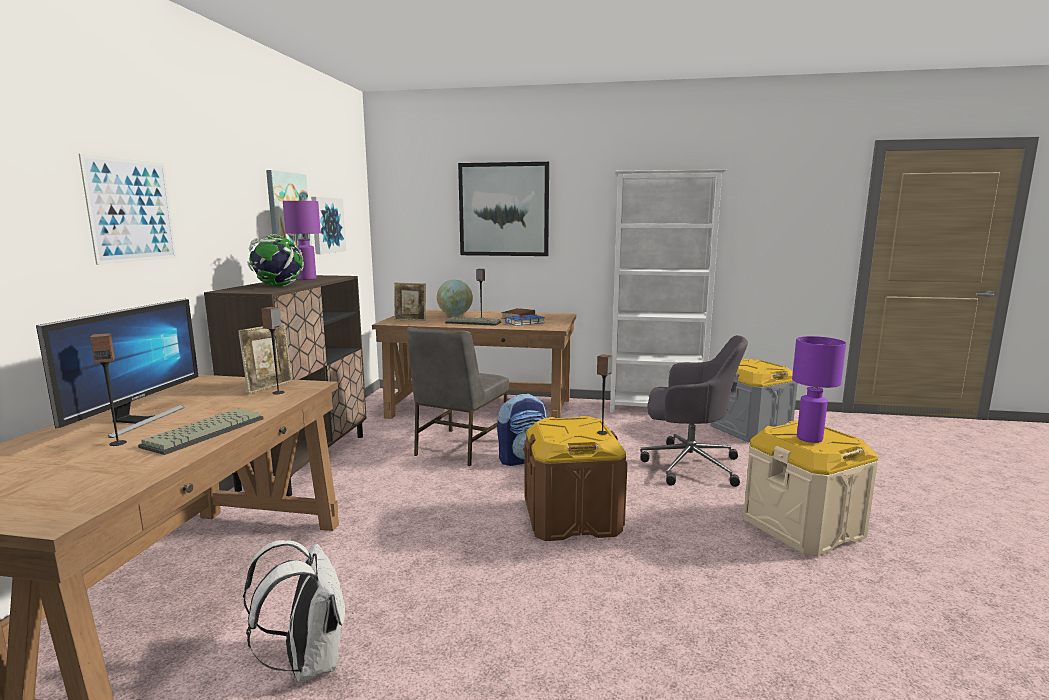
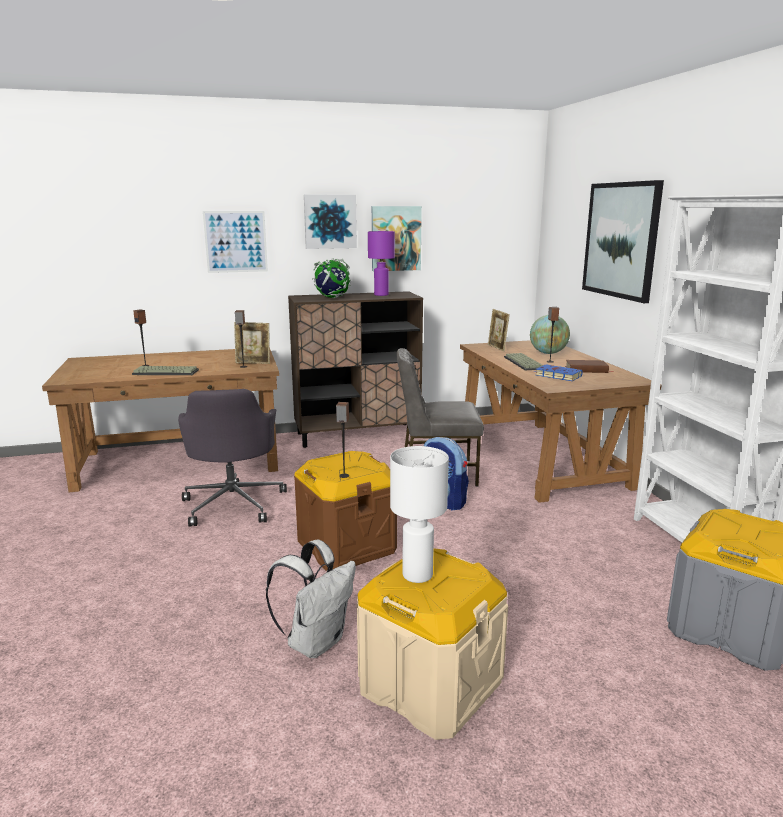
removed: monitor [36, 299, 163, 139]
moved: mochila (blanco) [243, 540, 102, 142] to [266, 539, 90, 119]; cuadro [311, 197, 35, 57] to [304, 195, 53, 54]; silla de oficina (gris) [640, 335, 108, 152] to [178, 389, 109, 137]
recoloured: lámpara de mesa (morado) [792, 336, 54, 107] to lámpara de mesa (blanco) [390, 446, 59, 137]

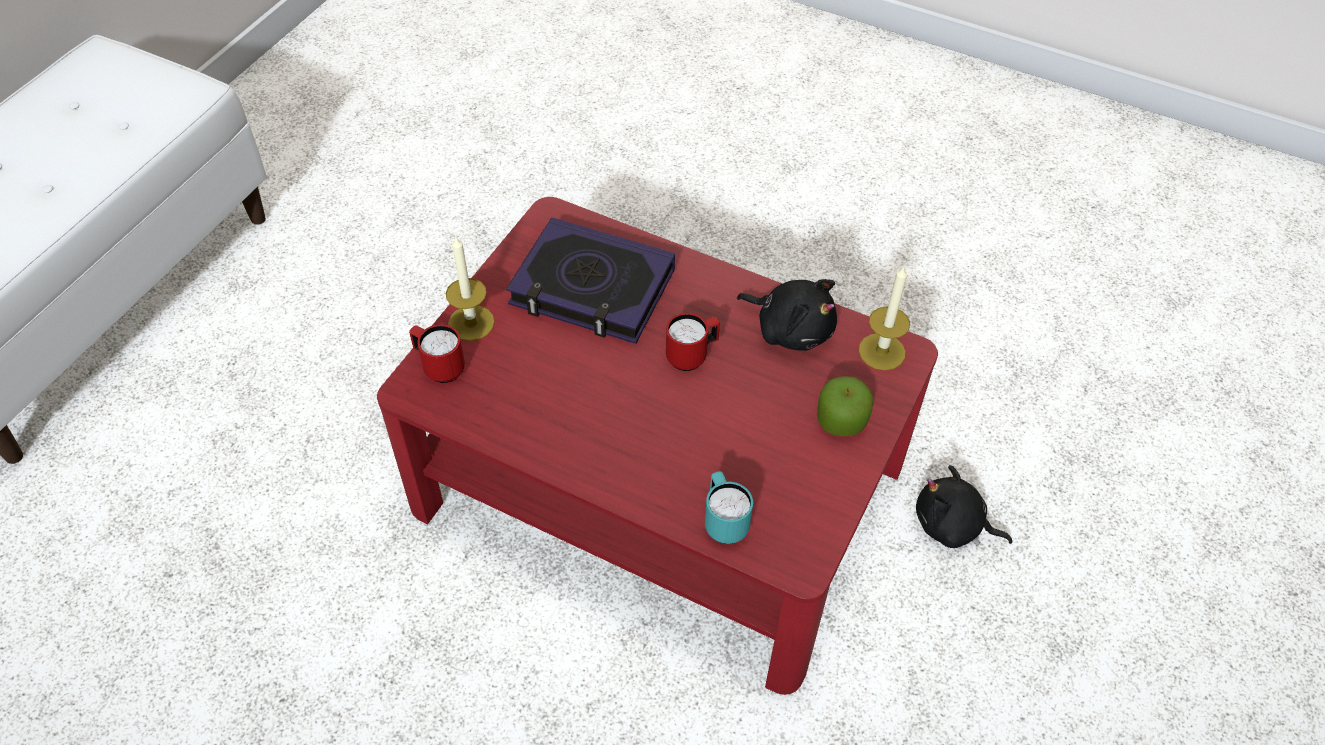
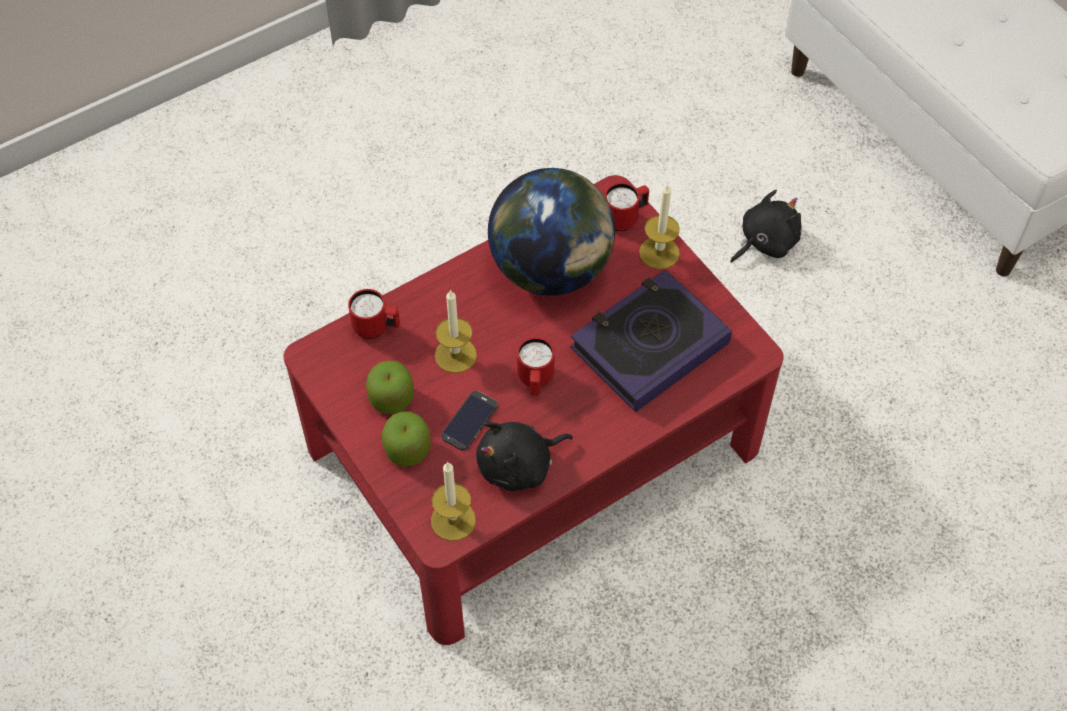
added: manzana [366, 360, 48, 54]; vela [435, 289, 42, 84]; móvil [441, 391, 57, 59]; globo terráqueo [488, 168, 127, 128]
moved: peluche (negro) [916, 465, 97, 83] to [730, 190, 72, 73]
recoloured: taza grande (turquesa) [705, 471, 48, 73] to taza grande (rojo) [348, 289, 52, 50]

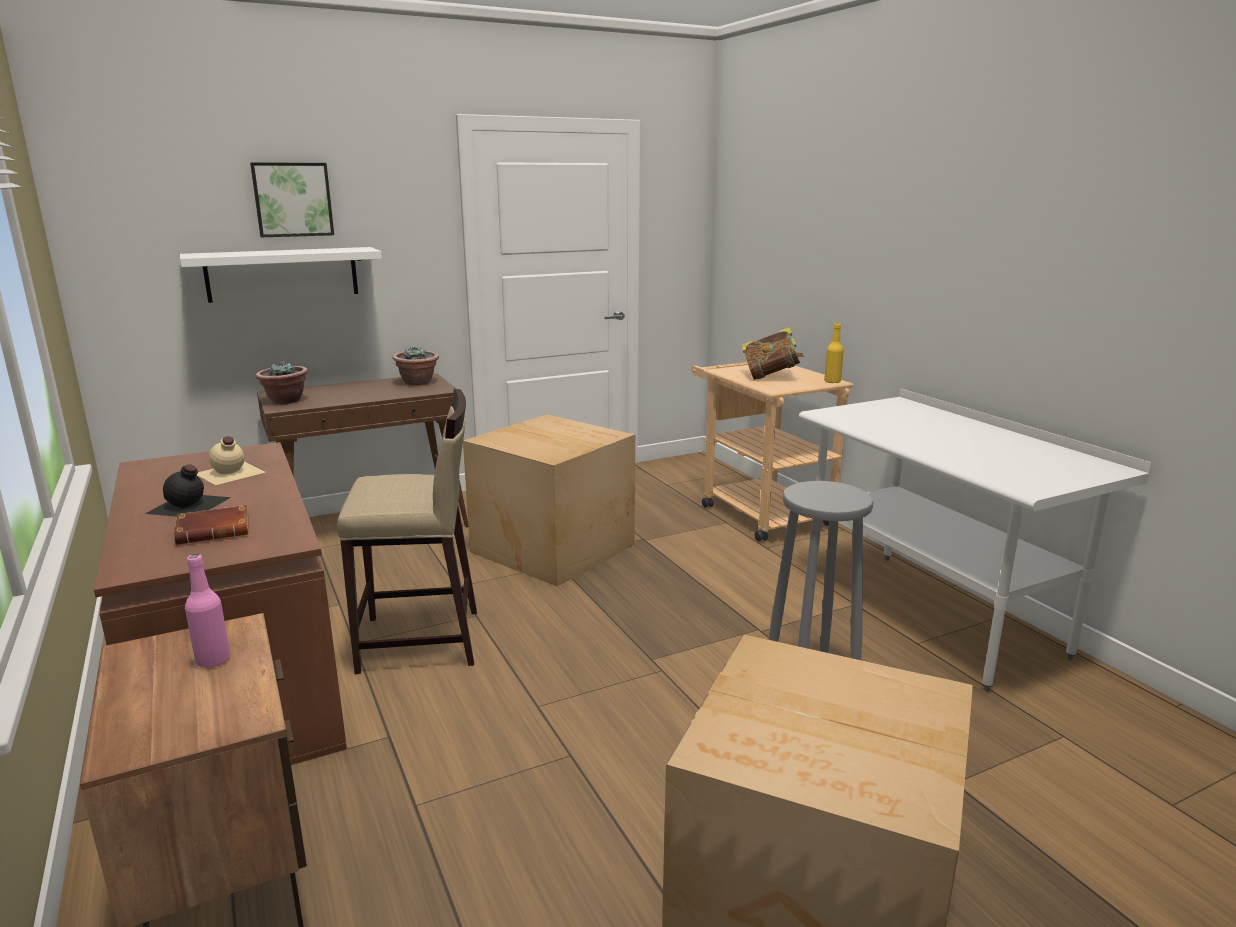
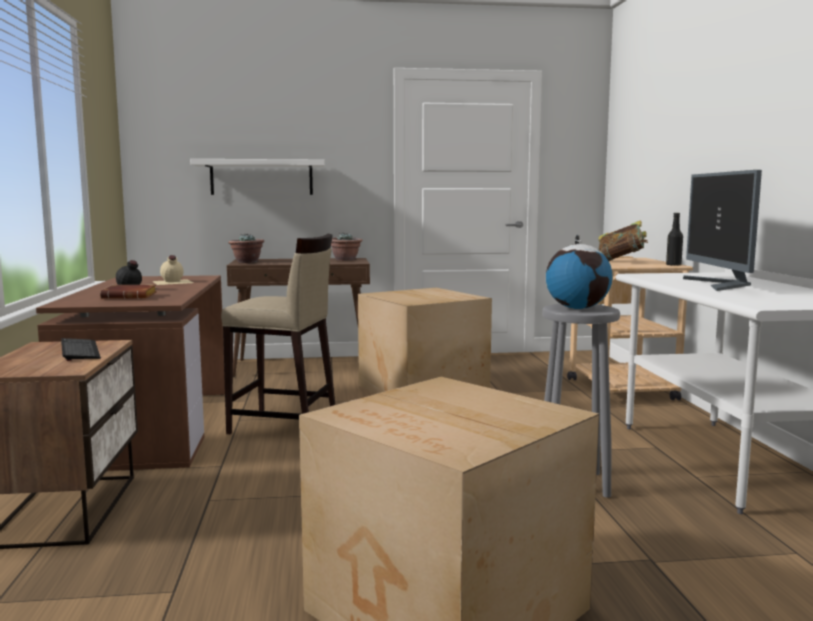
removed: cuadro [250, 162, 84, 75]
added: globo terráqueo [546, 235, 67, 74]; monitor [683, 170, 79, 121]
replaced: botella (rosa) [185, 554, 45, 114] to teclado [61, 338, 40, 23]
recoloured: botella (amarillo) [824, 323, 20, 60] to botella (negro) [666, 213, 17, 53]

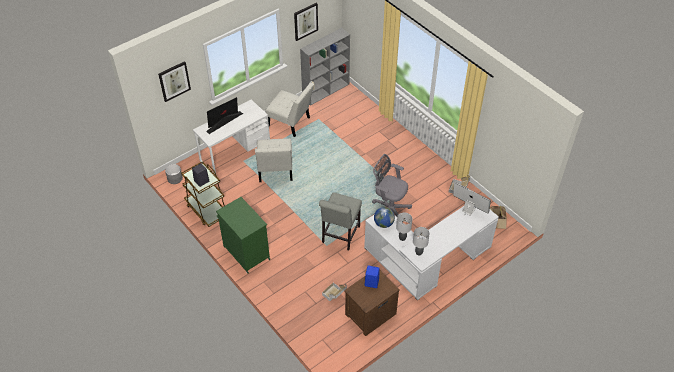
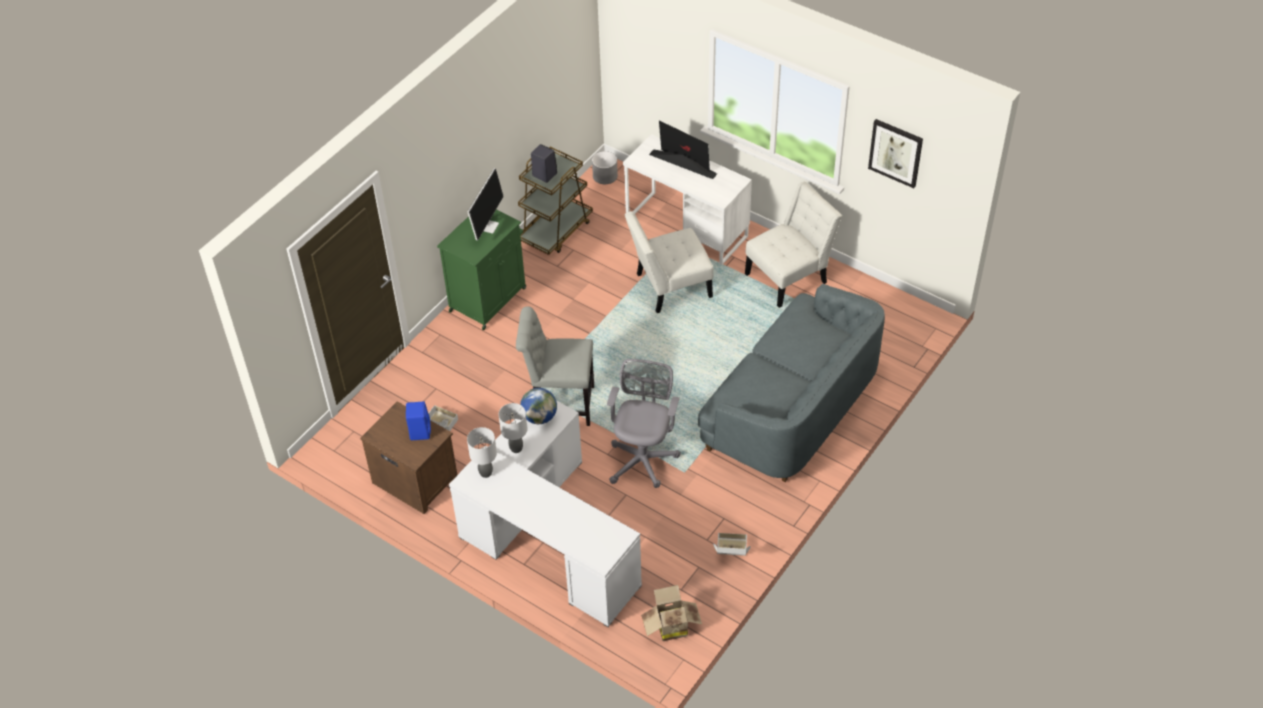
removed: cuadro [158, 61, 33, 41]; estantería (gris) [300, 28, 50, 78]
added: sofá (gris) [698, 284, 187, 198]
moved: monitor [453, 182, 38, 34] to [468, 168, 36, 72]
turned: silla (blanco) [266, 82, 48, 55] = [745, 182, 97, 126] 135 degrees counterclockwise

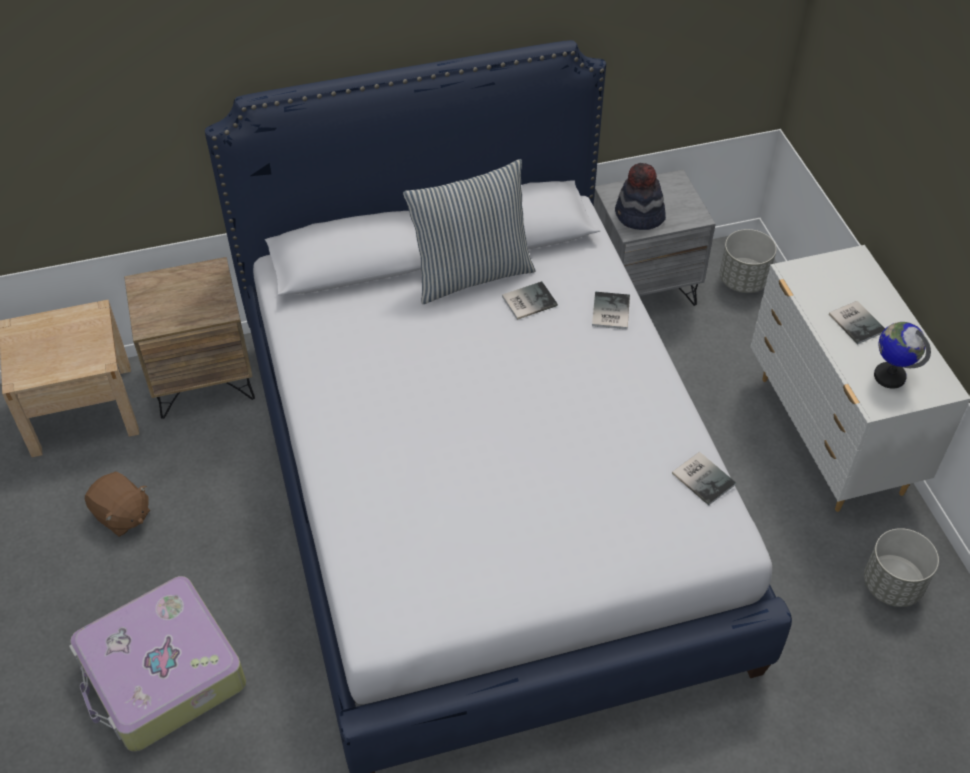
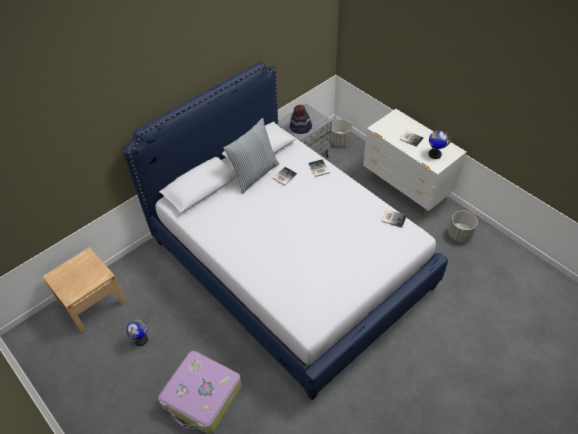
removed: mesita de noche (marrón) [124, 257, 131, 162]
replaced: peluche (marrón) [85, 472, 65, 65] to globo terráqueo [126, 319, 22, 27]

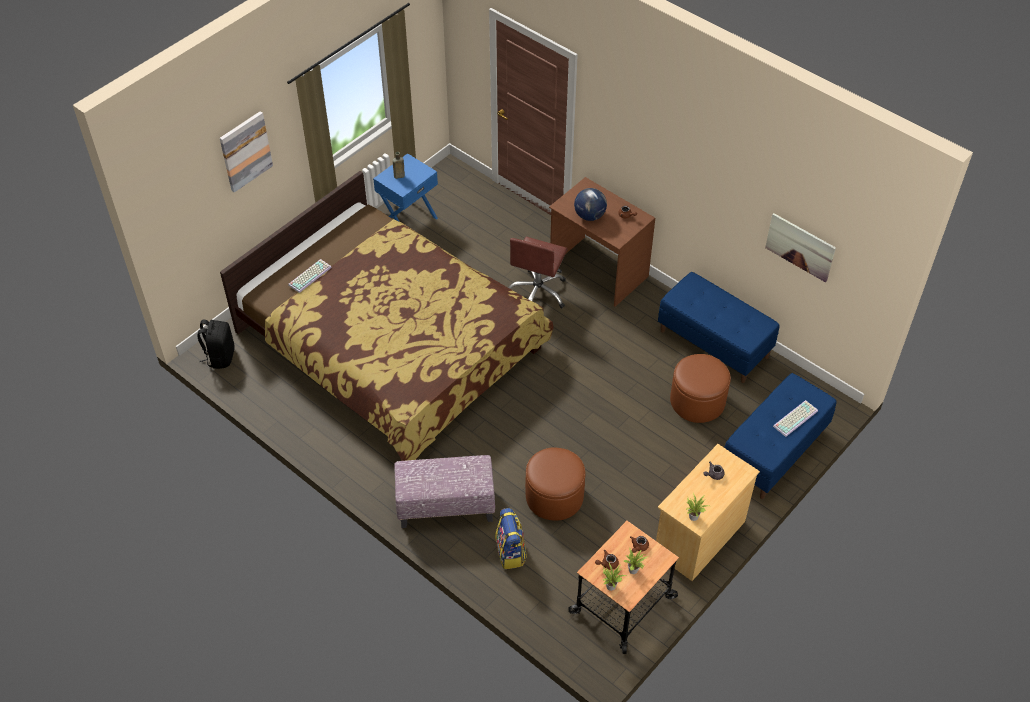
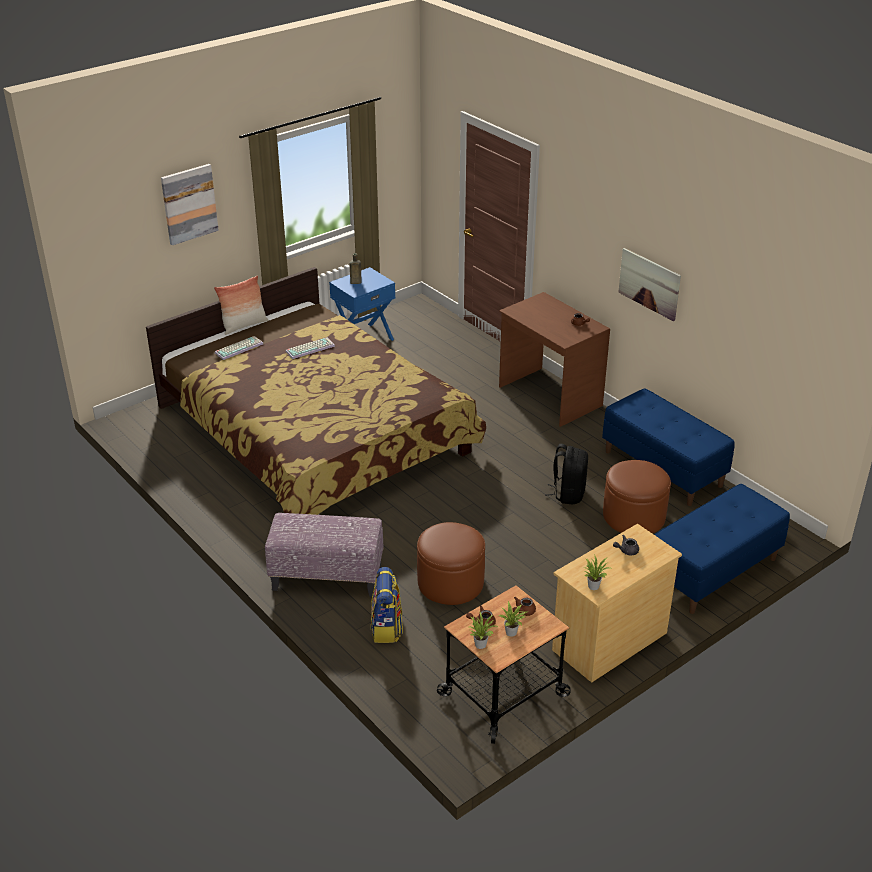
removed: silla de oficina (marrón) [508, 237, 59, 71]; globo terráqueo [574, 188, 33, 33]
added: cojín [214, 275, 54, 60]
moved: mochila (negro) [197, 319, 37, 50] to [545, 444, 43, 60]; cuadro [765, 213, 71, 69] to [618, 248, 63, 73]; teclado [773, 400, 45, 37] to [285, 337, 50, 22]

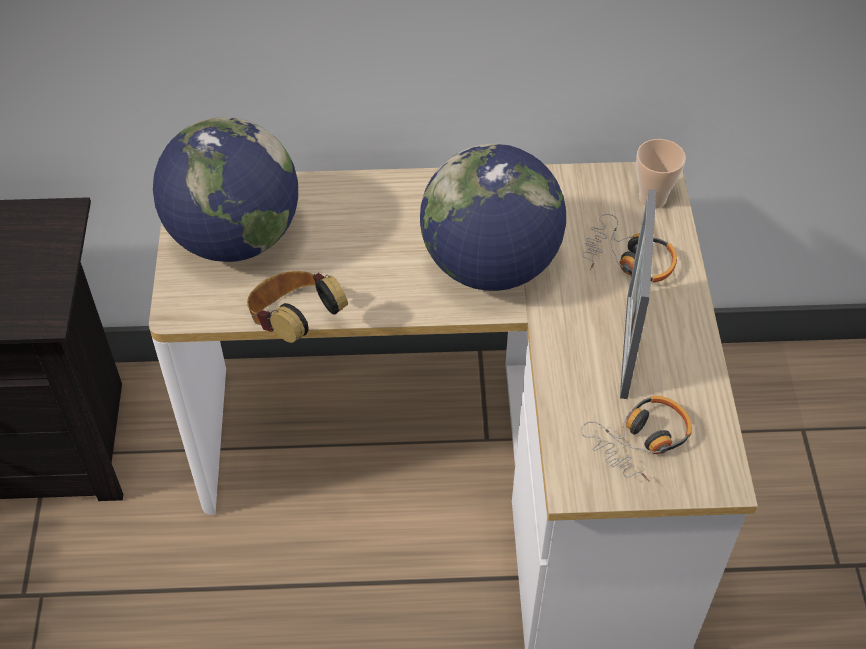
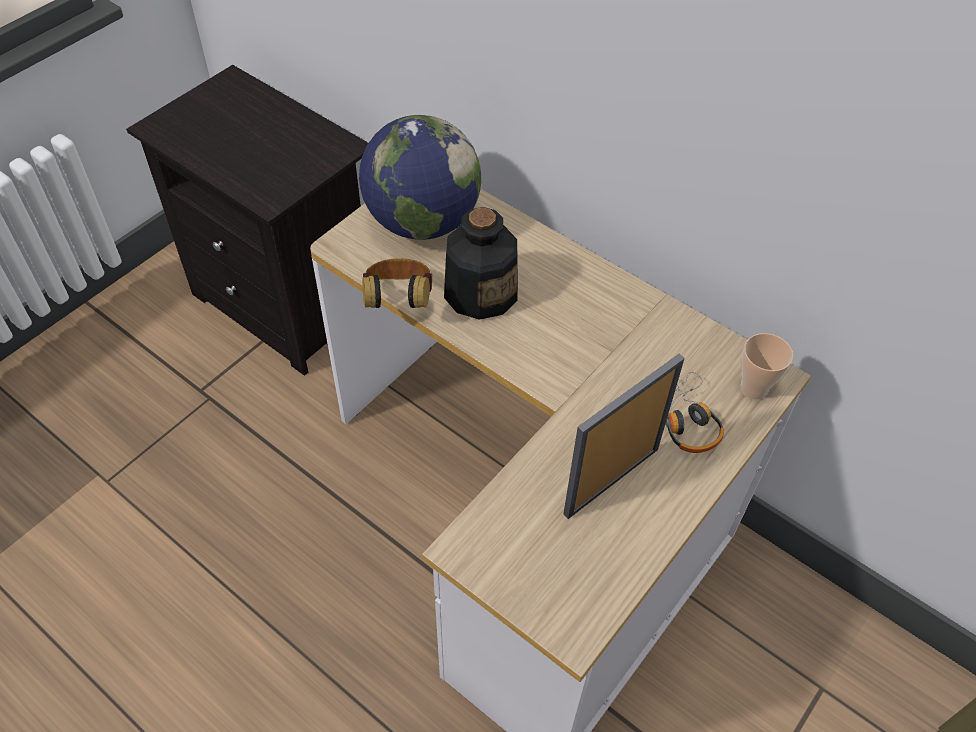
removed: globo terráqueo [420, 144, 146, 147]; auriculares [581, 396, 111, 85]
added: botella [444, 207, 74, 113]

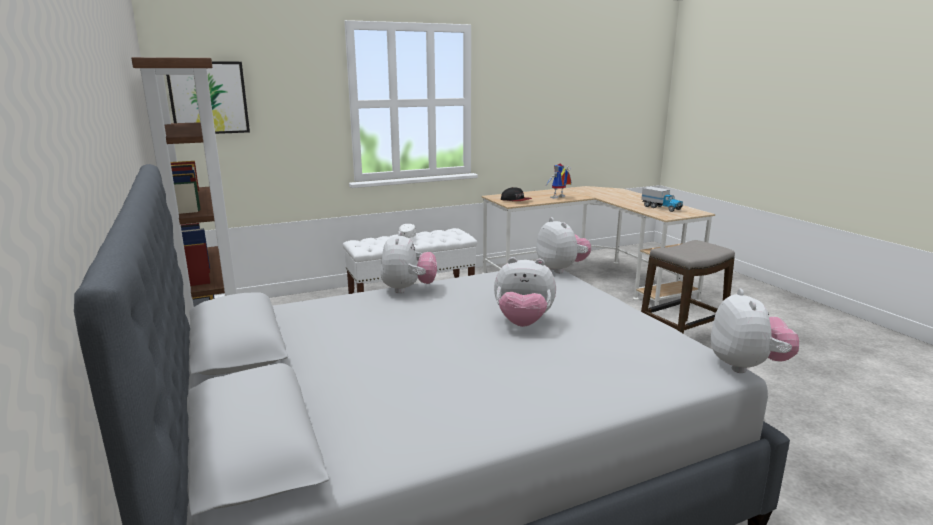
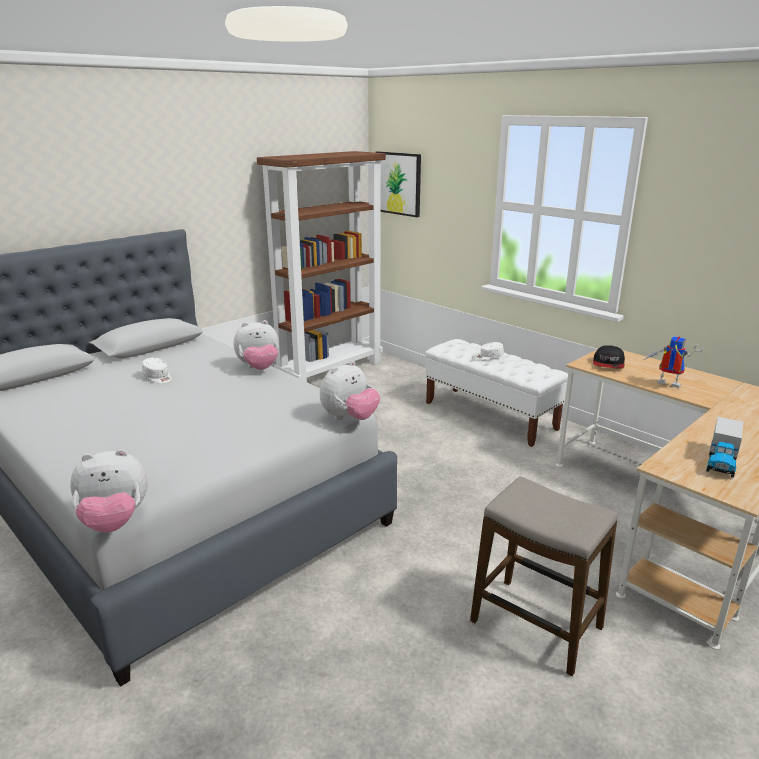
removed: peluche [494, 257, 62, 70]
added: gorra (blanco) [142, 358, 30, 26]

